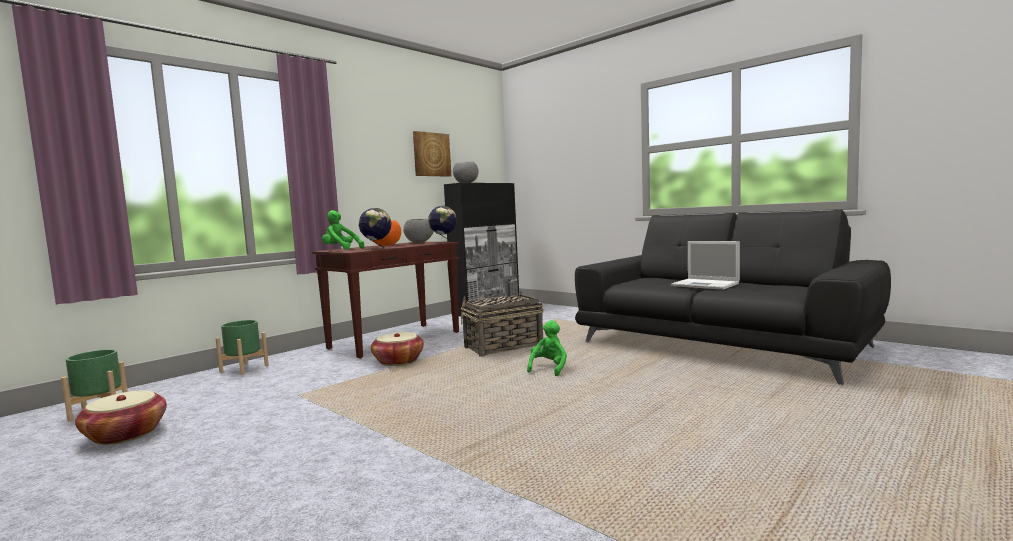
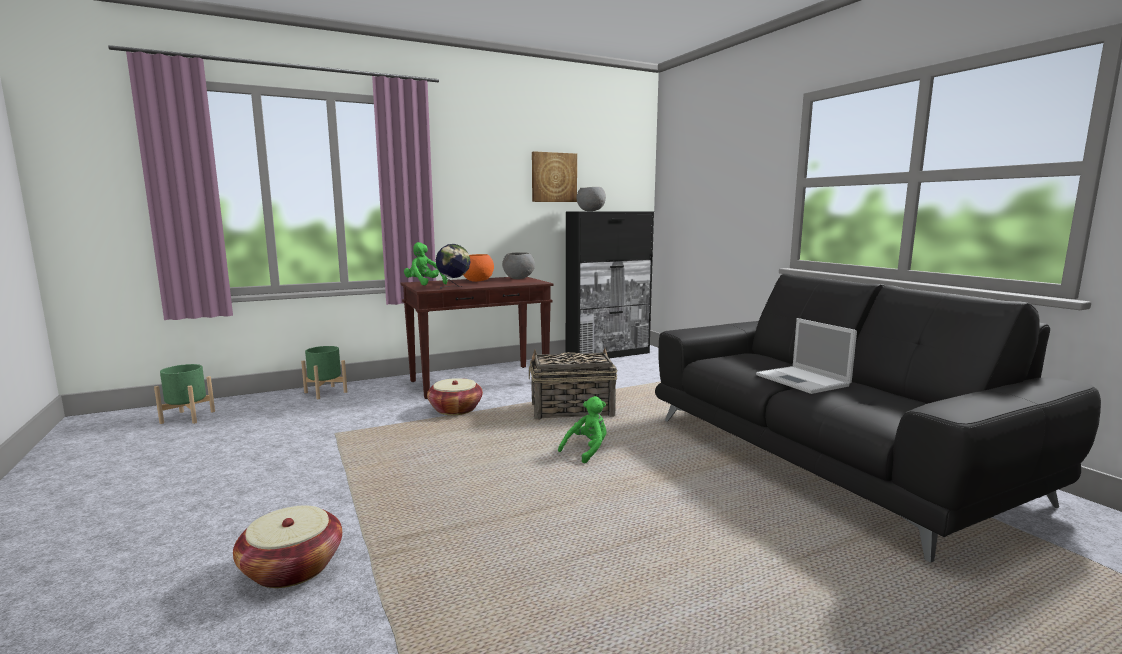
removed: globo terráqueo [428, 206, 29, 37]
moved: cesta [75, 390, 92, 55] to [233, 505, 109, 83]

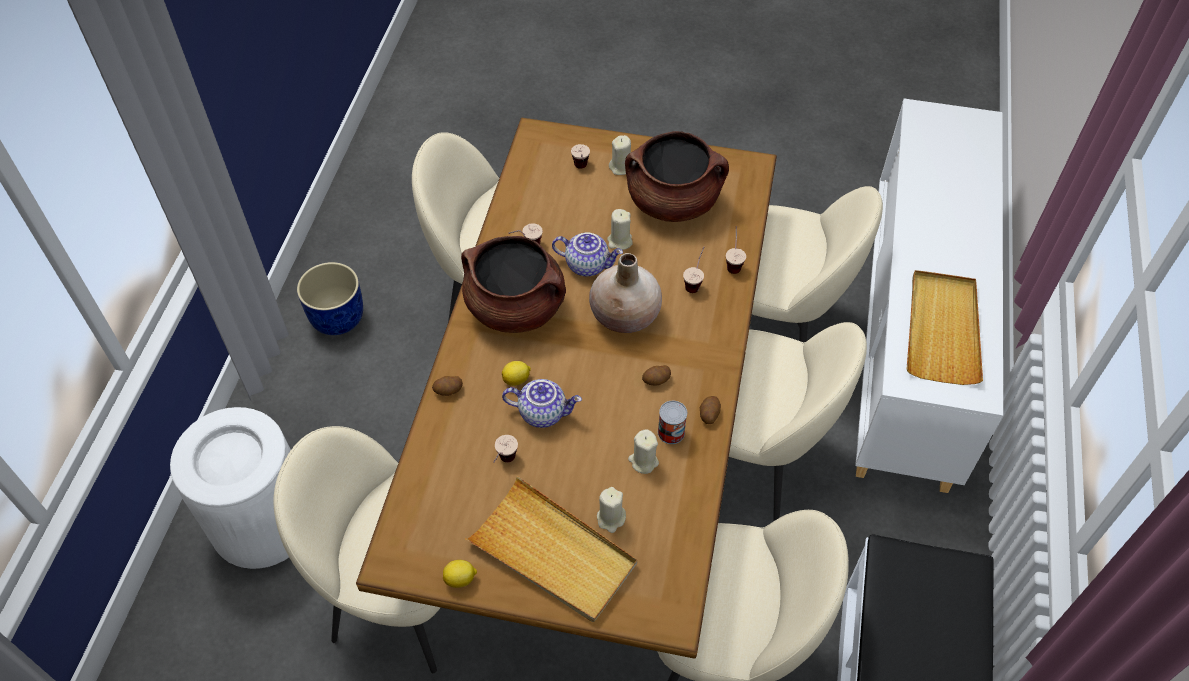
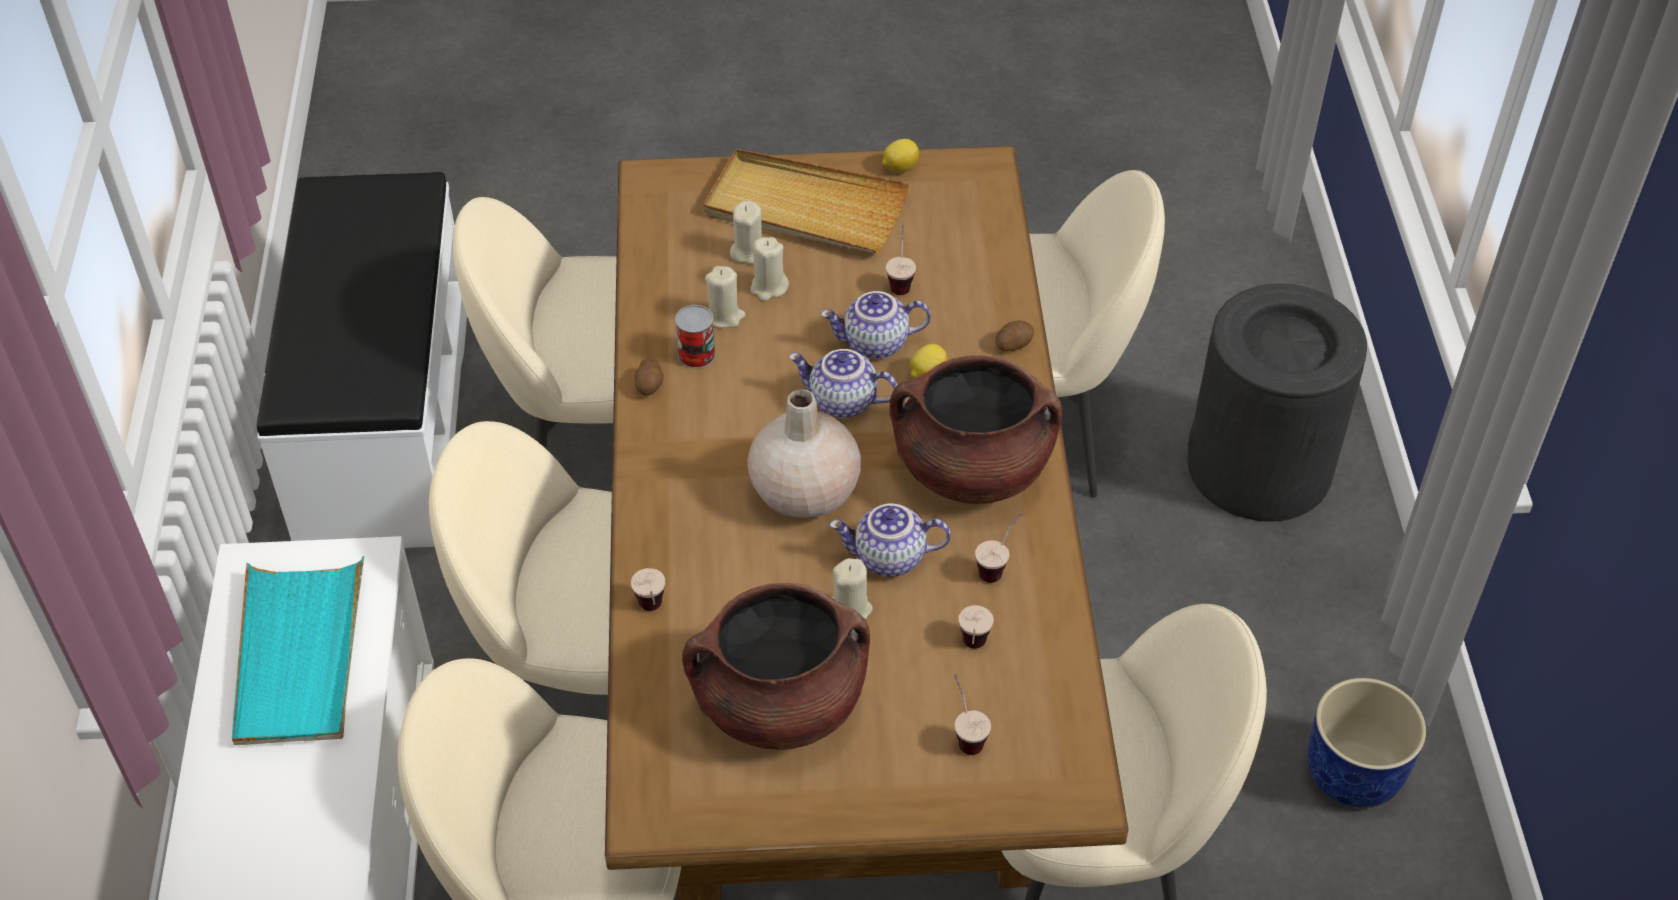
removed: patata [642, 365, 29, 20]
added: tetera [789, 349, 108, 69]
moved: vela (beis) [609, 135, 22, 40] to [750, 237, 39, 64]; taza [683, 247, 21, 46] to [959, 605, 35, 44]
recoloured: papelera (blanco) [170, 407, 121, 162] to papelera (negro) [1187, 284, 180, 238]; bandeja (beis) [907, 270, 76, 115] to bandeja (turquesa) [232, 556, 132, 189]

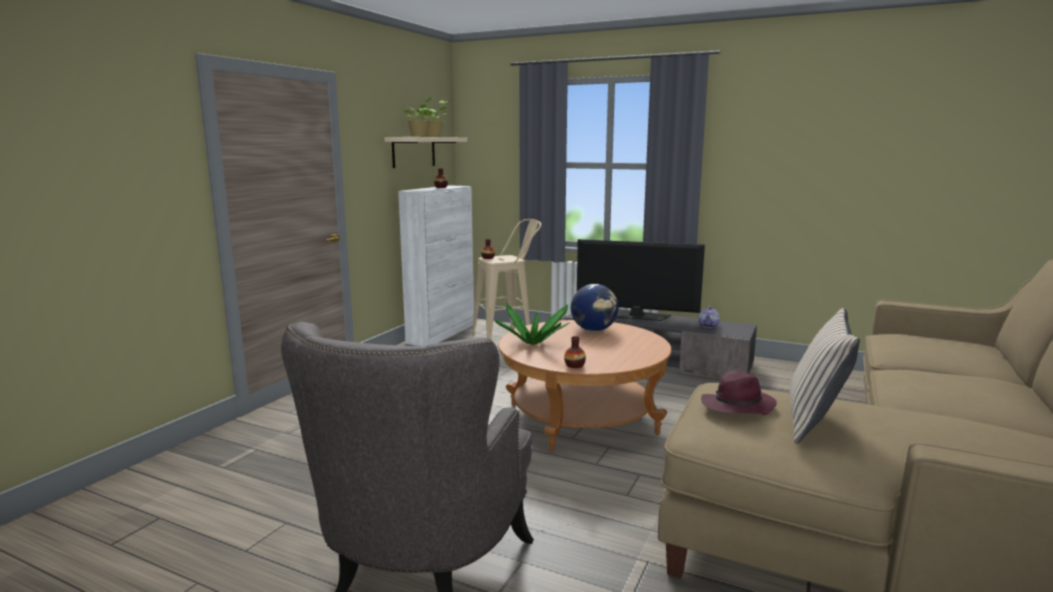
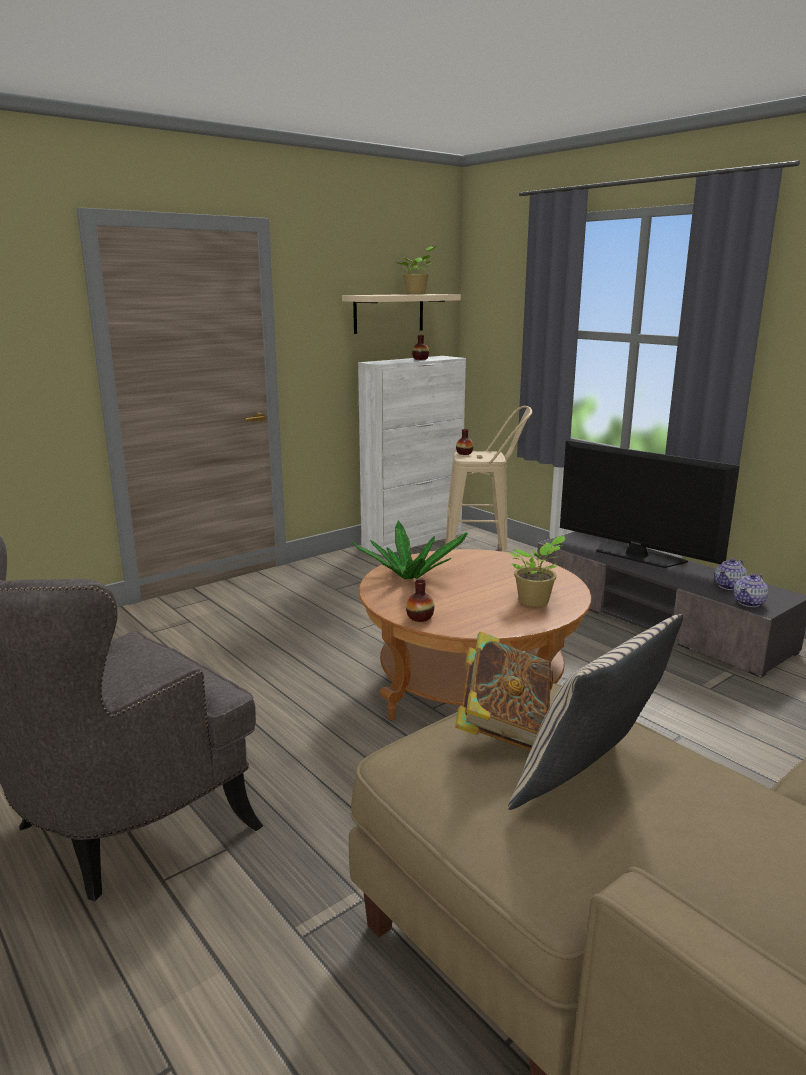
removed: globo terráqueo [571, 284, 47, 47]
added: tetera [733, 574, 35, 33]
moved: planta en maceta [403, 97, 29, 40] to [508, 535, 57, 72]
replaced: sombrero (morado) [701, 371, 76, 44] to libro [455, 632, 98, 118]

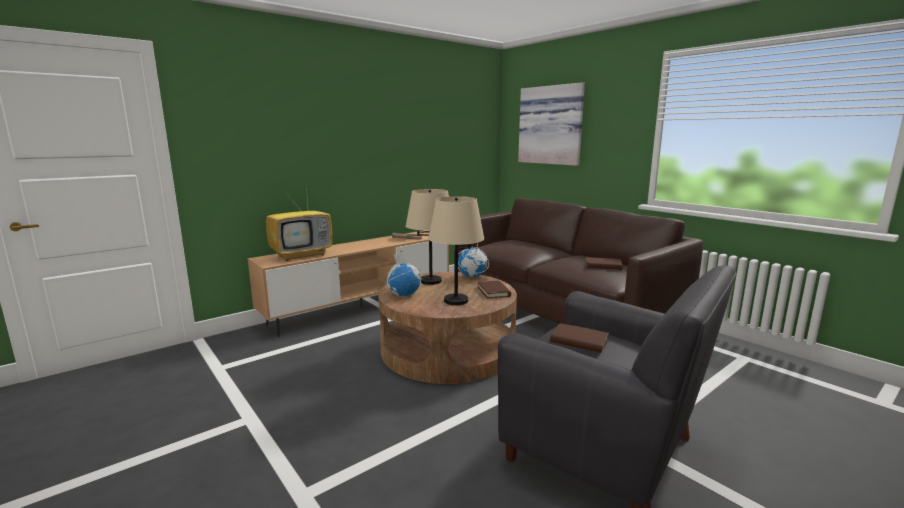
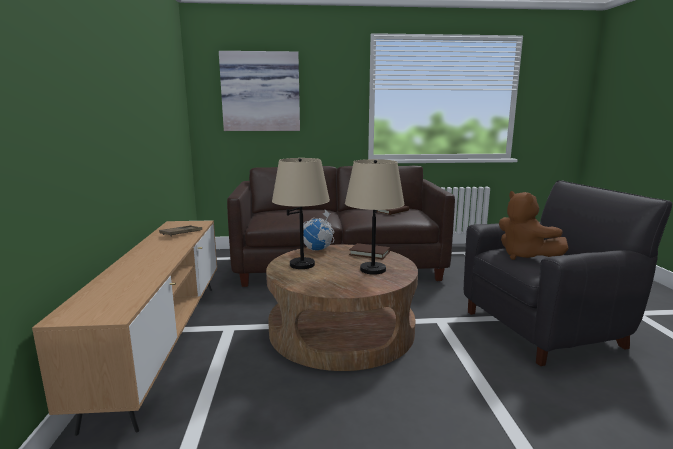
removed: televisor [266, 188, 66, 73]; globo terráqueo [385, 253, 36, 44]
replaced: libro (marrón) [550, 323, 59, 30] to peluche (marrón) [499, 191, 70, 69]

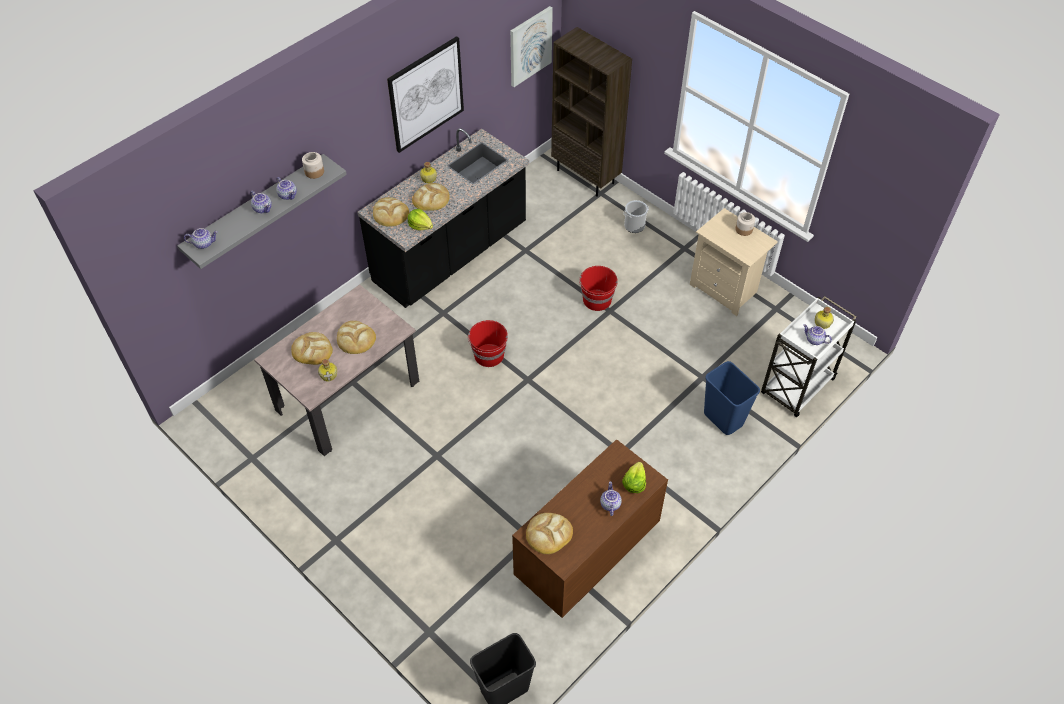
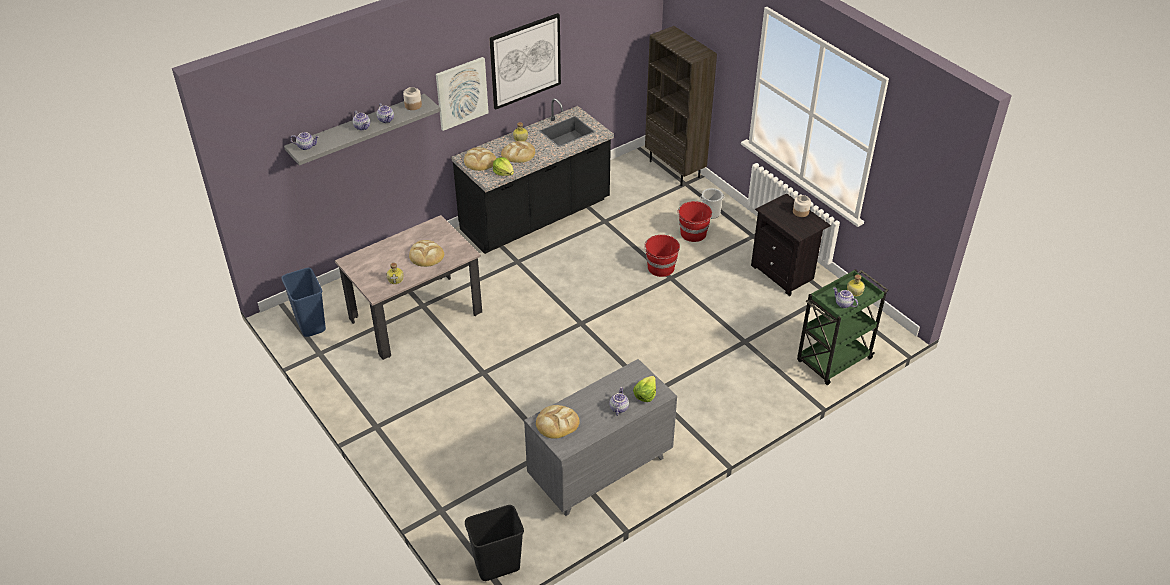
removed: pan [291, 332, 42, 33]
moved: cubo (rojo) [468, 320, 40, 47] to [678, 201, 34, 41]; cuadro [510, 6, 43, 81] to [436, 57, 53, 74]; papelera (azul) [704, 361, 56, 74] to [281, 268, 45, 69]
recoloured: cómoda (marrón) [512, 439, 156, 179] to cómoda (gris) [524, 359, 153, 157]; mesita de noche (beis) [690, 208, 88, 108] to mesita de noche (negro) [751, 193, 80, 103]; carrito (blanco) [761, 296, 96, 121] to carrito (verde) [797, 269, 91, 116]

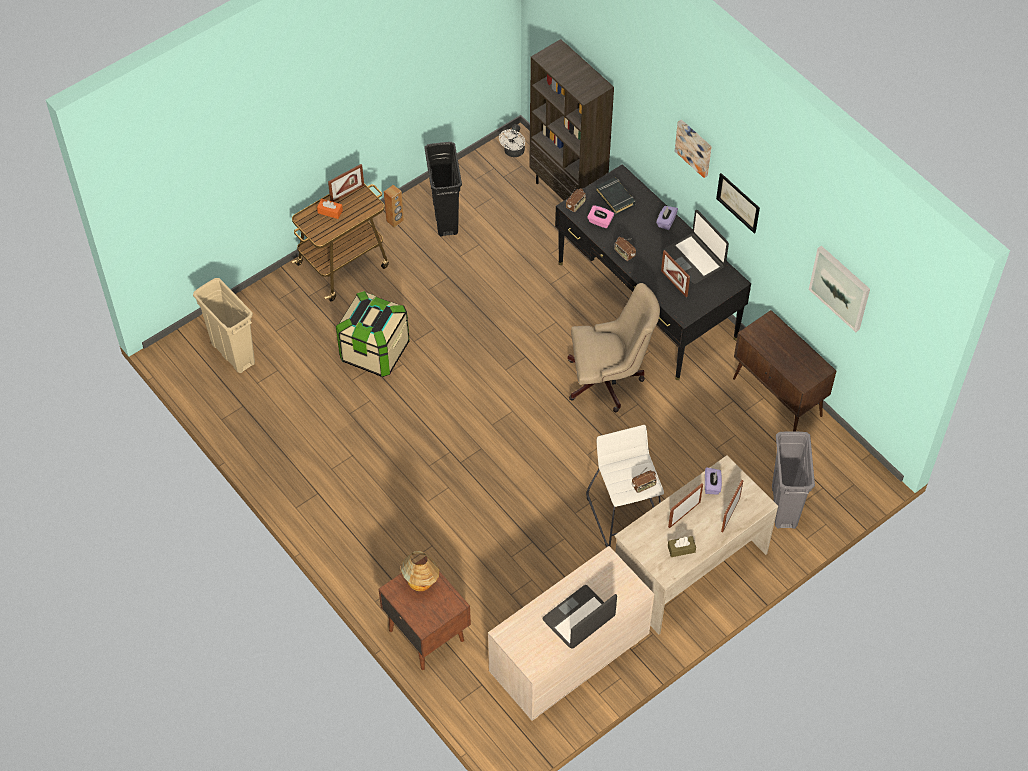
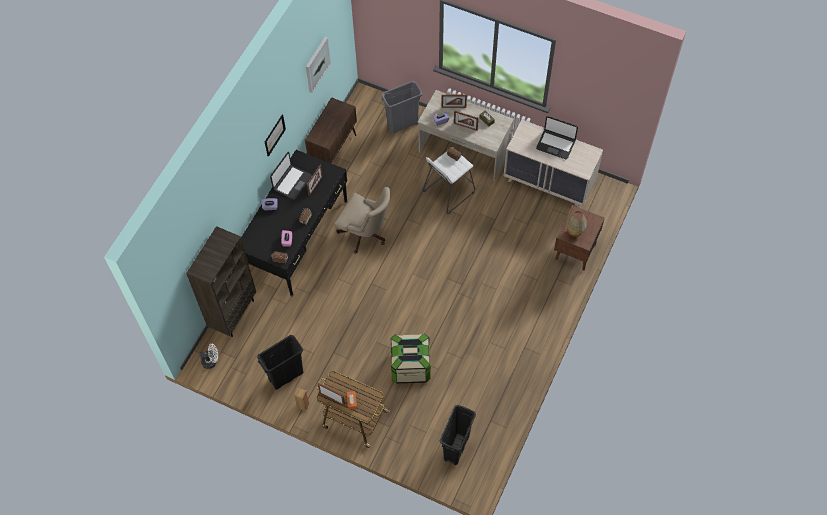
removed: libro (negro) [596, 177, 40, 38]; cuadro [675, 119, 37, 59]
recoloured: papelera (beis) [193, 278, 62, 95] to papelera (negro) [440, 405, 36, 60]
turned: silla de oficina (beis) [568, 283, 92, 129] = [334, 187, 56, 67] 150 degrees clockwise

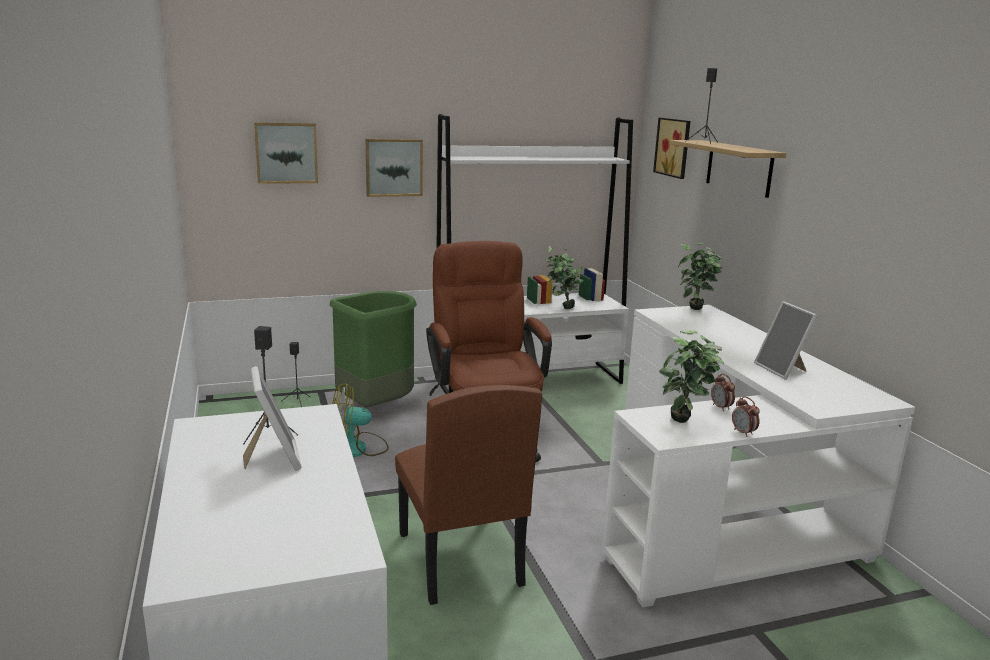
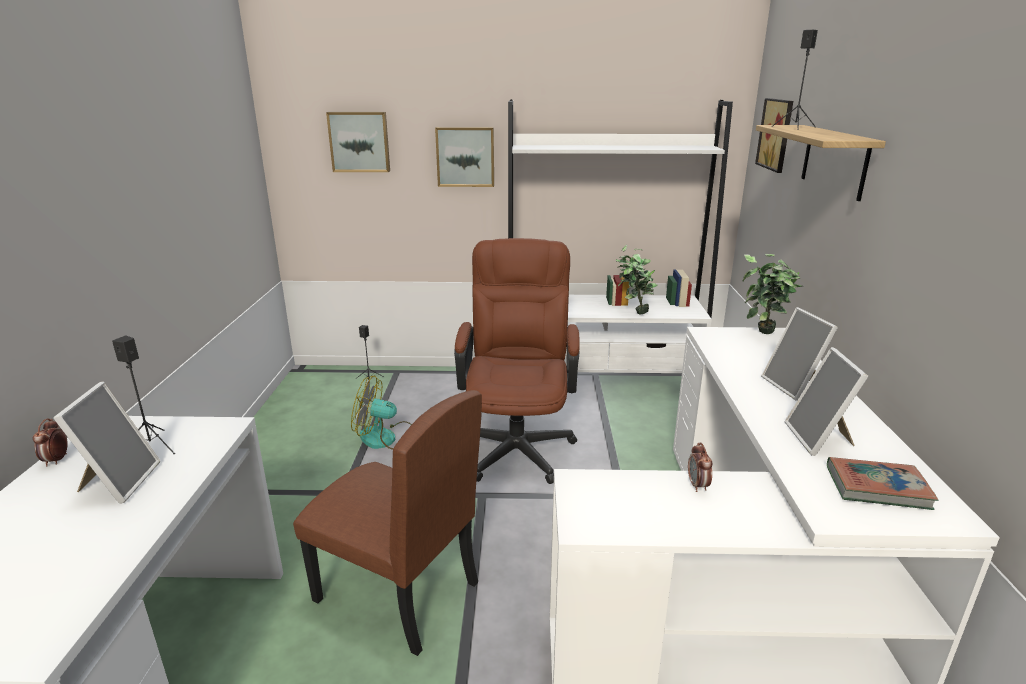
removed: papelera (verde) [330, 291, 87, 117]; planta en maceta [659, 330, 65, 93]
added: portarretratos [761, 307, 77, 94]; libro [827, 457, 111, 53]
moved: despertador [732, 396, 28, 41] to [33, 418, 35, 48]
turned: silla (marrón) [395, 385, 147, 220] = [293, 390, 189, 266] 60 degrees counterclockwise

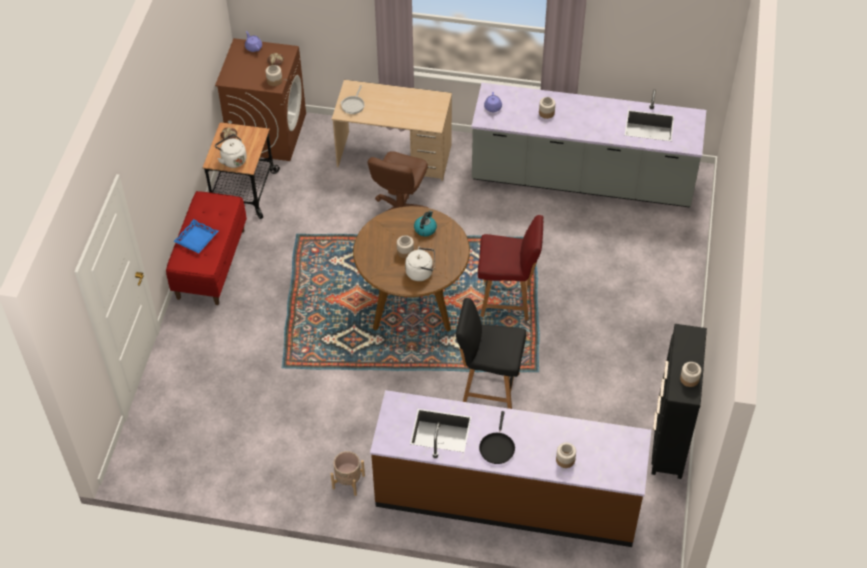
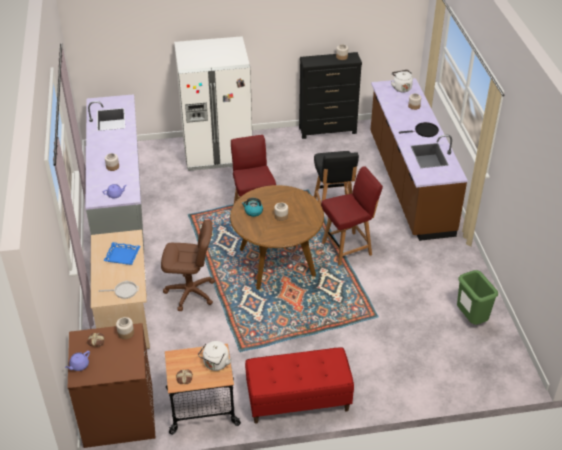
removed: maceta (beis) [331, 451, 34, 45]
added: nevera (blanco) [174, 36, 78, 135]; silla (rojo) [321, 166, 62, 100]; papelera (verde) [457, 270, 41, 55]
moved: bandeja (azul) [173, 219, 45, 35] to [103, 242, 37, 23]; hervidor (blanco) [405, 247, 30, 34] to [391, 70, 22, 22]

